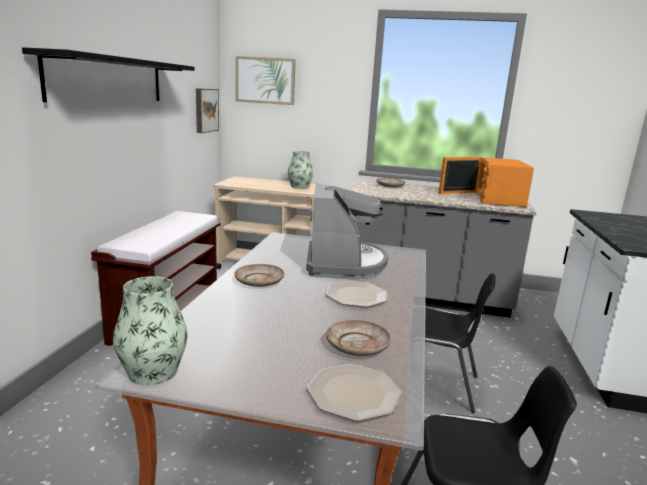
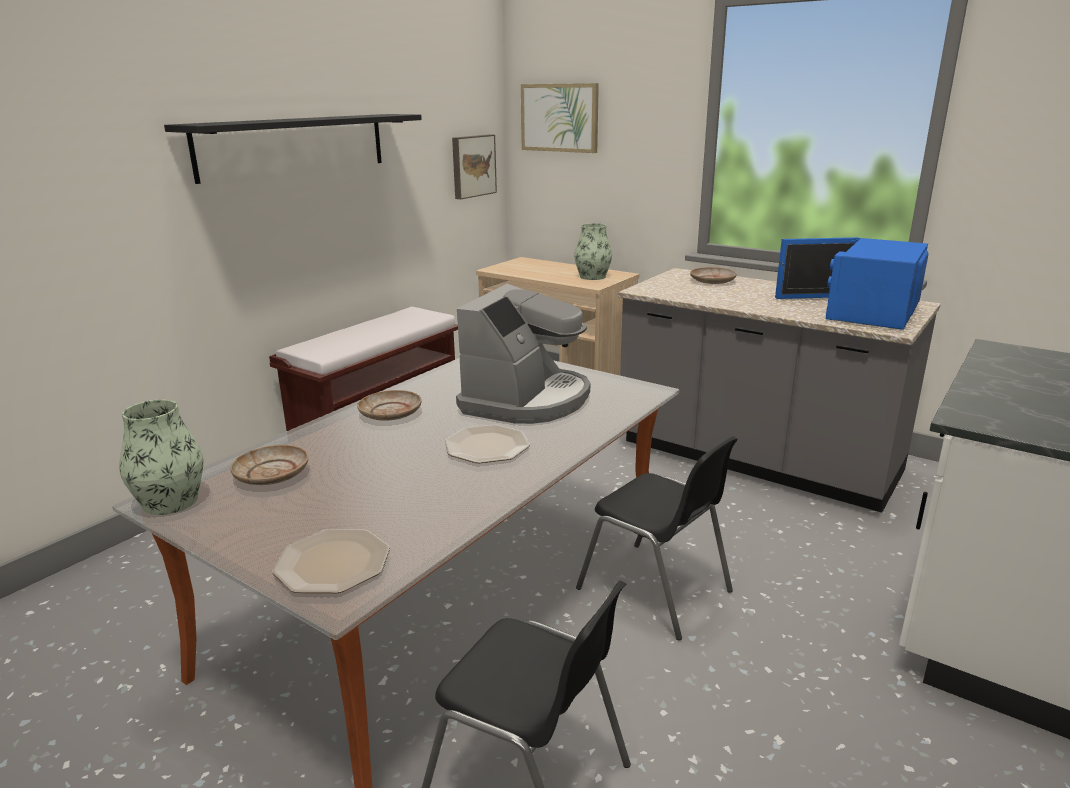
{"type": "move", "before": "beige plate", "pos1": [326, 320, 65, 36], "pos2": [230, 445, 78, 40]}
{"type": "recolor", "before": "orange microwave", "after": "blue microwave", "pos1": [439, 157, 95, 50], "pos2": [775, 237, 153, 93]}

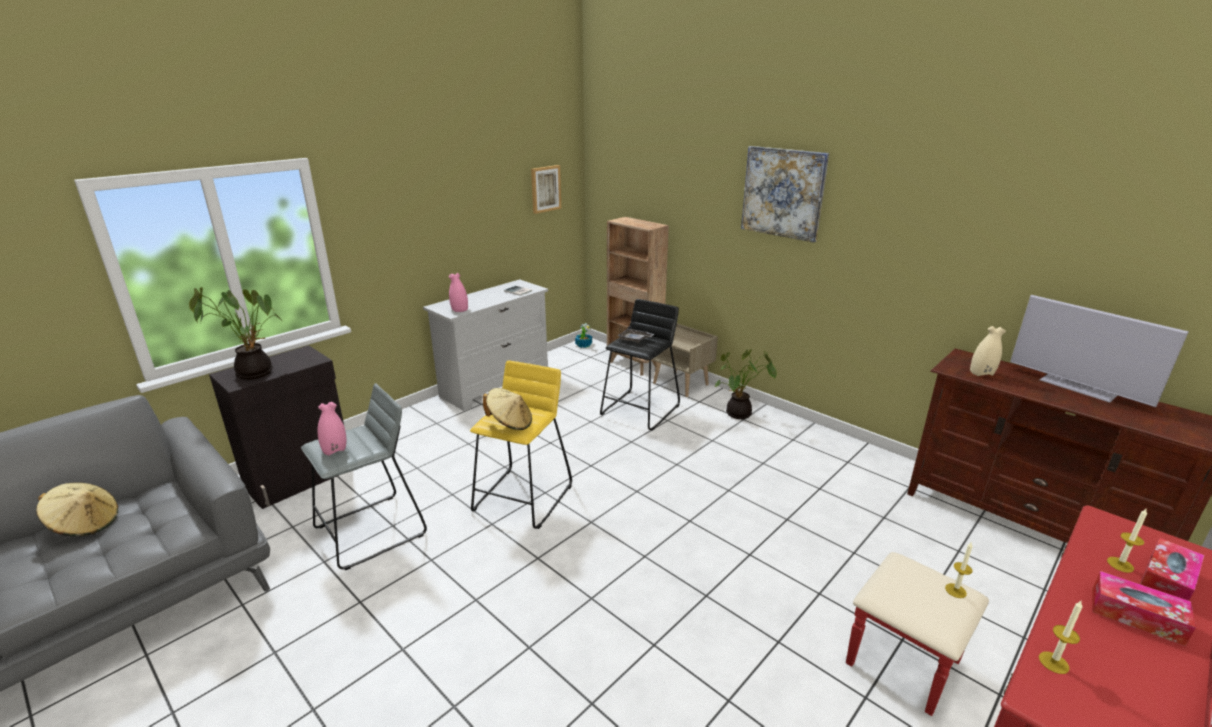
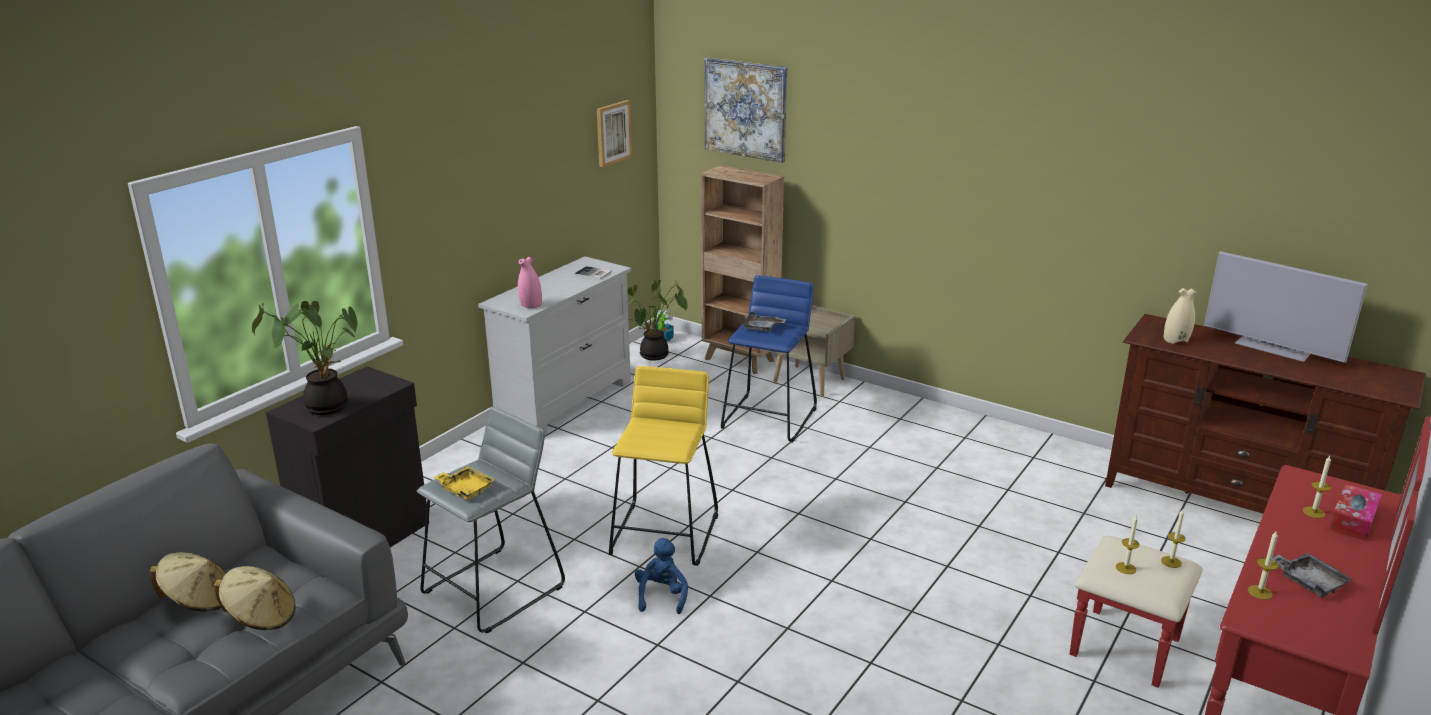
{"type": "delete", "before": "tissue box", "pos1": [1092, 571, 104, 75]}
{"type": "insert", "after": "blue plush toy", "pos2": [635, 538, 53, 76]}
{"type": "insert", "after": "candle", "pos2": [1116, 514, 24, 60]}
{"type": "insert", "after": "grey tray", "pos2": [1272, 553, 81, 45]}
{"type": "move", "before": "beige hat", "pos1": [483, 388, 49, 42], "pos2": [214, 566, 82, 64]}
{"type": "move", "before": "potted plant", "pos1": [714, 349, 63, 70], "pos2": [627, 280, 61, 81]}
{"type": "move", "before": "picture", "pos1": [741, 146, 88, 97], "pos2": [704, 57, 84, 106]}
{"type": "replace", "before": "pink vase", "after": "yellow tray", "pos1": [317, 402, 29, 53], "pos2": [434, 466, 61, 34]}
{"type": "recolor", "before": "black stool", "after": "blue stool", "pos1": [600, 299, 80, 132], "pos2": [721, 275, 96, 167]}

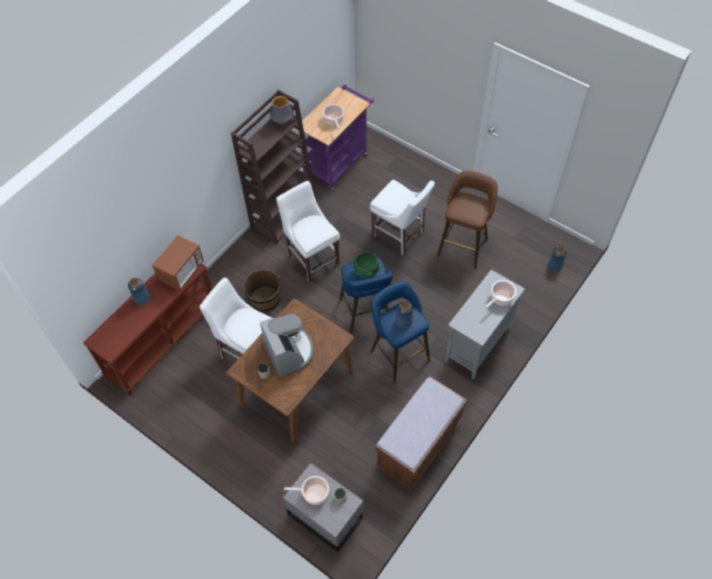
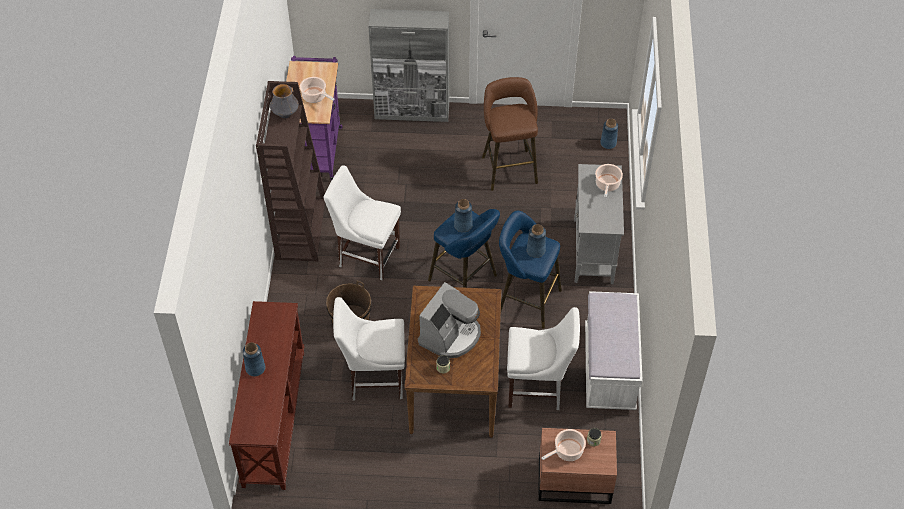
{"type": "delete", "before": "microwave", "pos1": [152, 235, 52, 56]}
{"type": "insert", "after": "grey cabinet", "pos2": [368, 9, 81, 113]}
{"type": "move", "before": "white chair", "pos1": [370, 180, 65, 75], "pos2": [507, 307, 73, 103]}
{"type": "replace", "before": "green bowl", "after": "blue vase", "pos1": [352, 253, 28, 26], "pos2": [454, 199, 19, 33]}
{"type": "recolor", "before": "grey nightstand", "after": "brown nightstand", "pos1": [283, 463, 81, 89], "pos2": [538, 428, 79, 76]}
{"type": "recolor", "before": "brown bench", "after": "white bench", "pos1": [375, 376, 92, 114], "pos2": [585, 291, 58, 119]}
{"type": "rotate", "before": "coffee machine", "pos1": [260, 314, 53, 63], "pos2": [418, 282, 63, 76], "turn": 90}

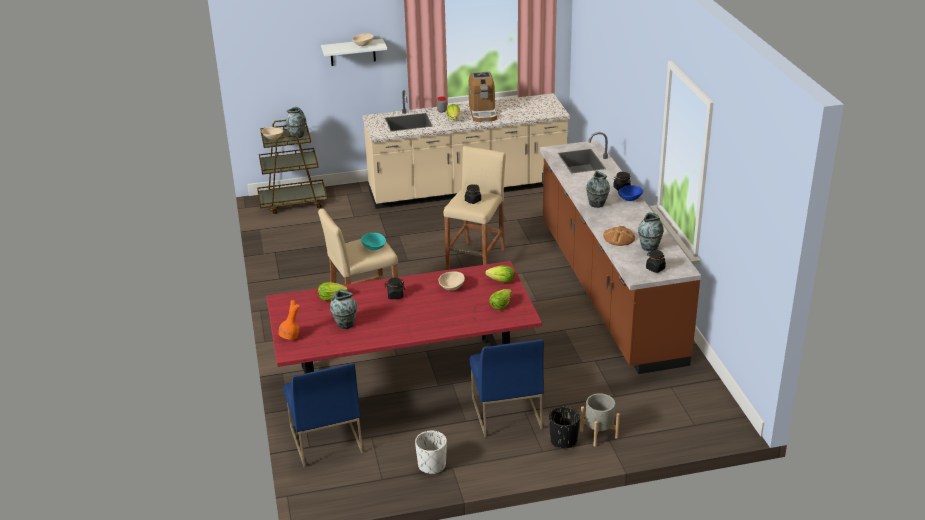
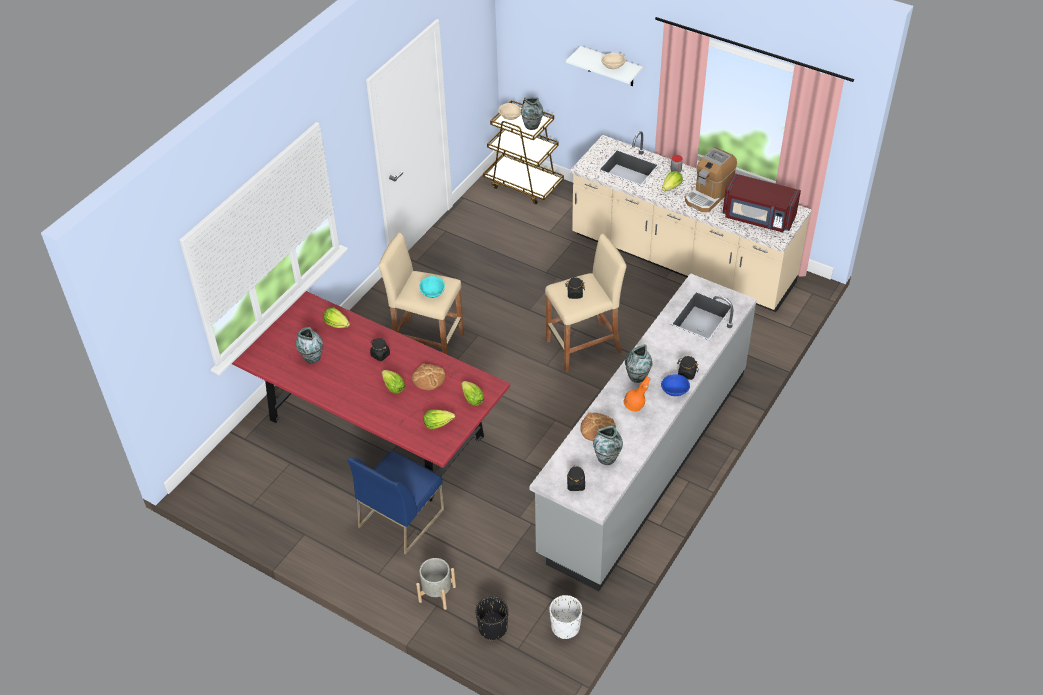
{"type": "delete", "before": "blue chair", "pos1": [283, 363, 80, 105]}
{"type": "insert", "after": "lettuce", "pos2": [382, 370, 23, 24]}
{"type": "insert", "after": "red microwave", "pos2": [722, 173, 79, 59]}
{"type": "move", "before": "orange vase", "pos1": [278, 300, 22, 40], "pos2": [624, 376, 26, 36]}
{"type": "move", "before": "white planter", "pos1": [415, 431, 32, 43], "pos2": [549, 595, 33, 44]}
{"type": "move", "before": "black planter", "pos1": [549, 406, 31, 42], "pos2": [475, 596, 33, 45]}
{"type": "replace", "before": "beige bowl", "after": "bread", "pos1": [439, 272, 26, 18], "pos2": [412, 363, 34, 27]}
{"type": "recolor", "before": "brown counter", "after": "grey counter", "pos1": [540, 132, 161, 242], "pos2": [529, 273, 228, 318]}

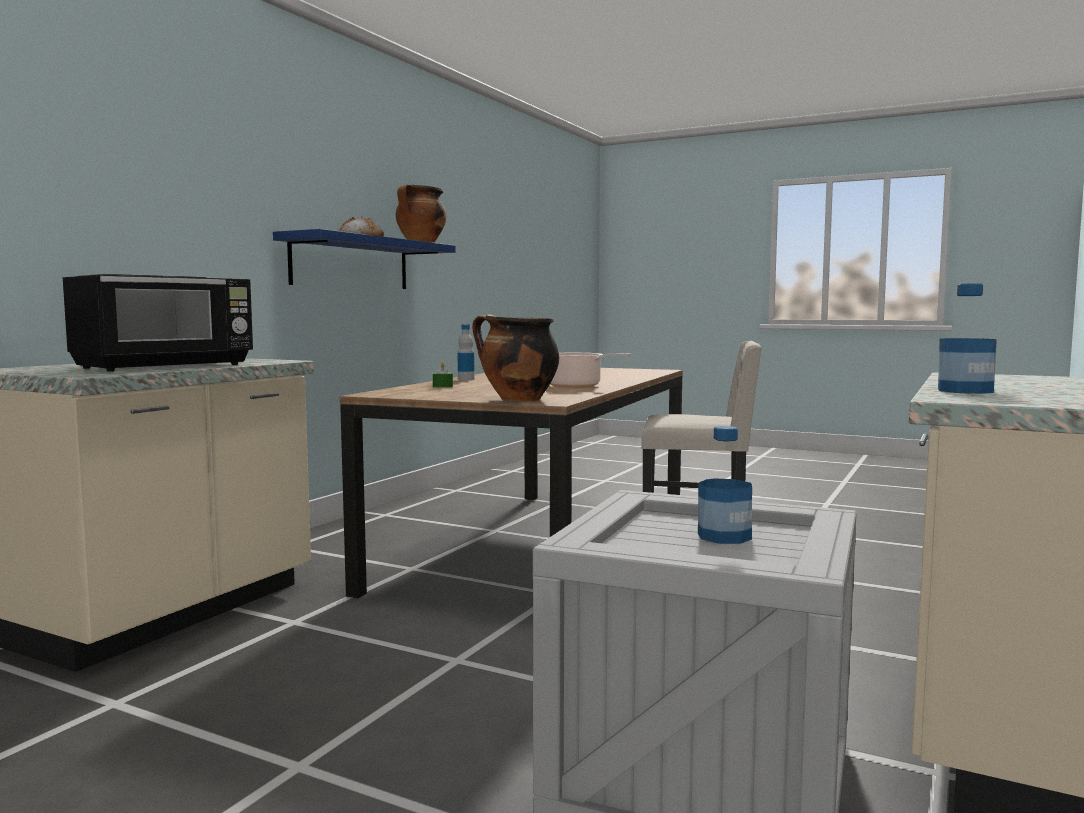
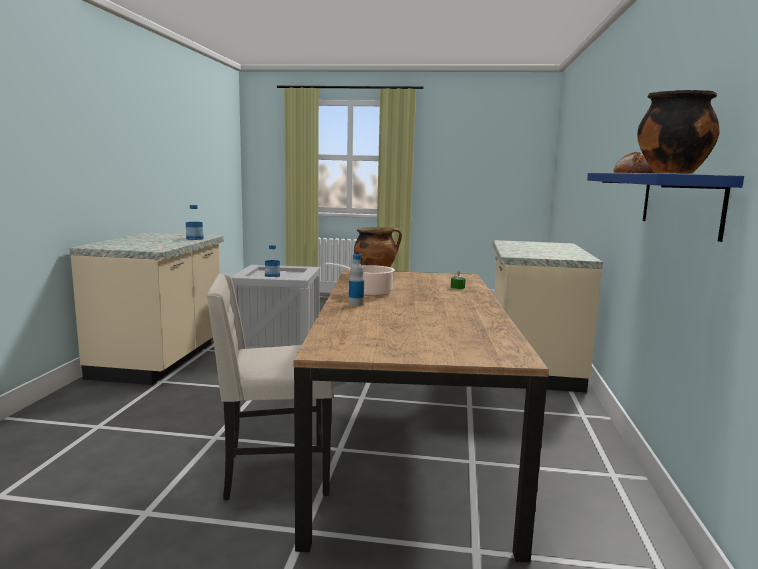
{"type": "delete", "before": "black microwave", "pos1": [63, 274, 190, 98]}
{"type": "move", "before": "bottle", "pos1": [458, 324, 17, 56], "pos2": [349, 254, 15, 52]}

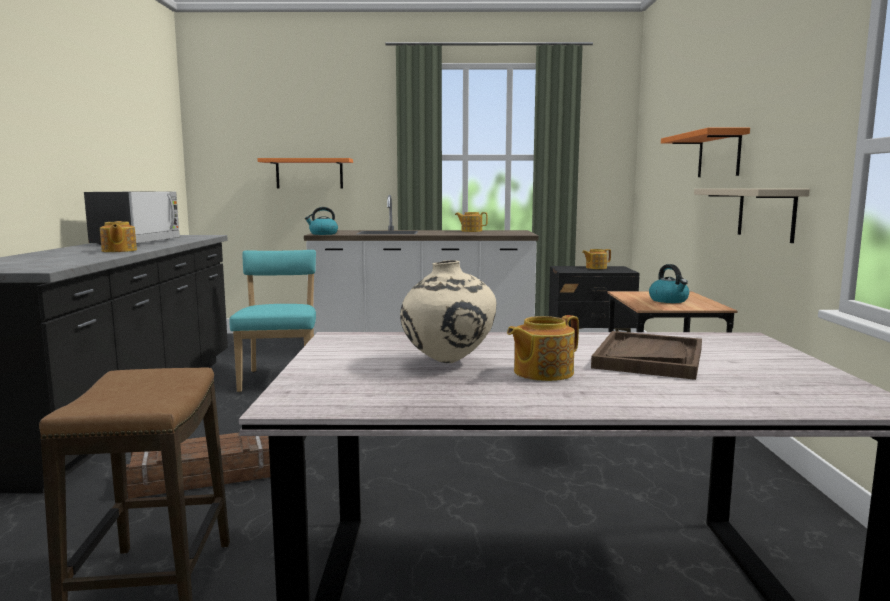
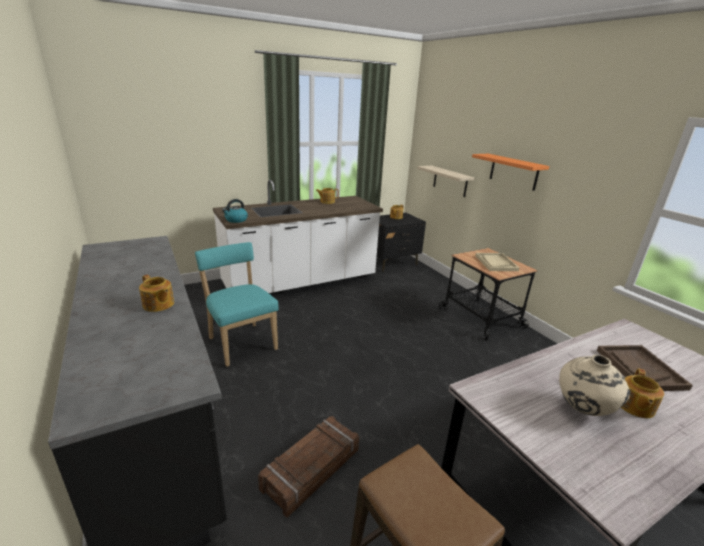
{"type": "delete", "before": "microwave", "pos1": [84, 192, 96, 53]}
{"type": "delete", "before": "orange shelf", "pos1": [257, 158, 96, 31]}
{"type": "move", "before": "beige shelf", "pos1": [694, 189, 116, 54], "pos2": [417, 166, 57, 31]}
{"type": "replace", "before": "kettle", "after": "beige tray", "pos1": [649, 264, 40, 39], "pos2": [475, 253, 44, 18]}

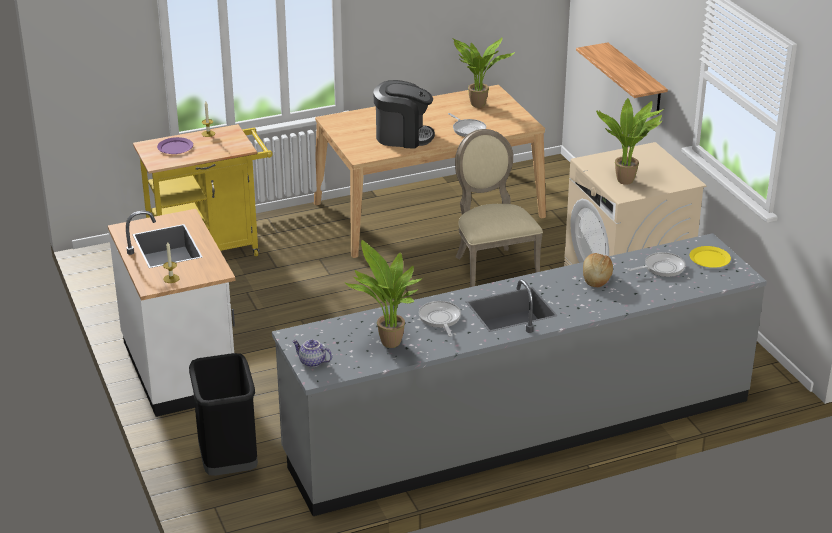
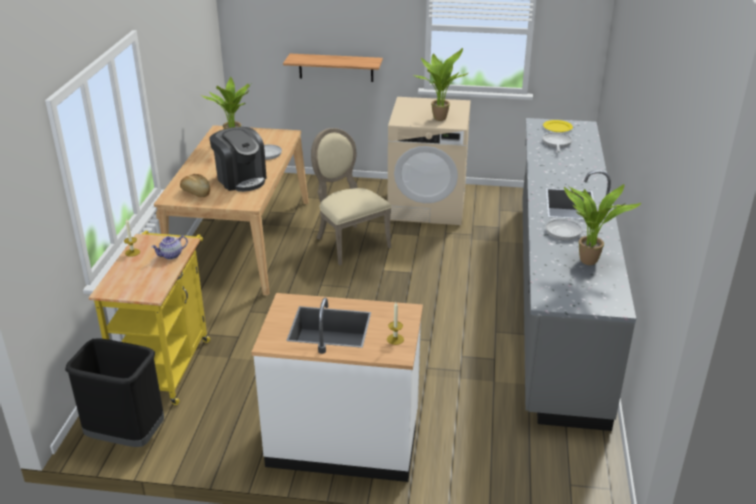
{"type": "delete", "before": "purple plate", "pos1": [157, 137, 36, 17]}
{"type": "move", "before": "black trash can", "pos1": [189, 353, 69, 123], "pos2": [65, 338, 99, 109]}
{"type": "move", "before": "teapot", "pos1": [292, 339, 40, 28], "pos2": [151, 236, 37, 23]}
{"type": "move", "before": "bread", "pos1": [583, 253, 30, 34], "pos2": [180, 174, 30, 23]}
{"type": "rotate", "before": "coffee machine", "pos1": [374, 80, 61, 69], "pos2": [209, 127, 58, 65], "turn": 105}
{"type": "rotate", "before": "beige chair", "pos1": [455, 129, 88, 158], "pos2": [311, 128, 80, 138], "turn": 45}

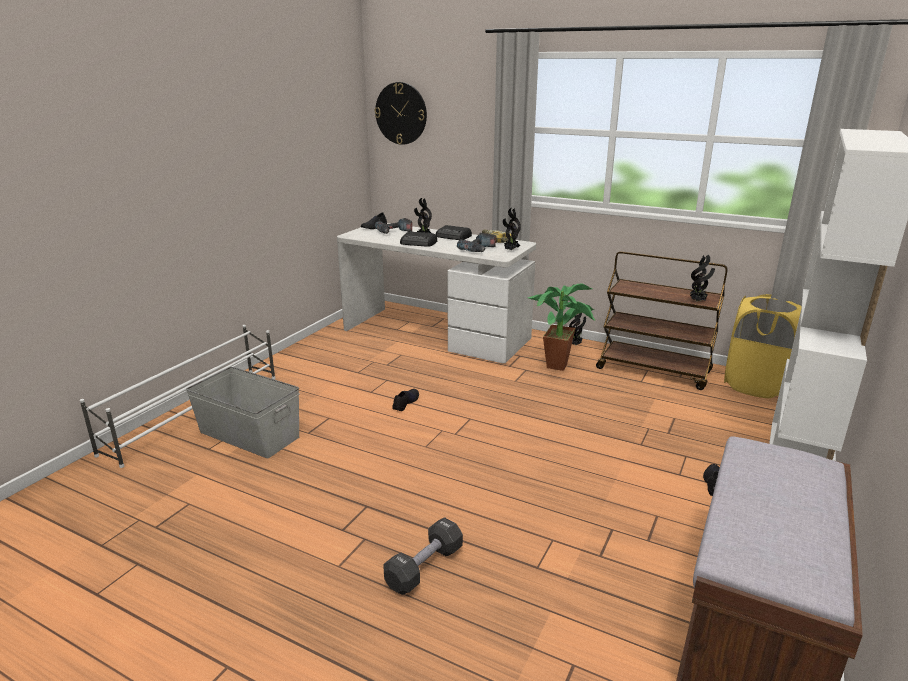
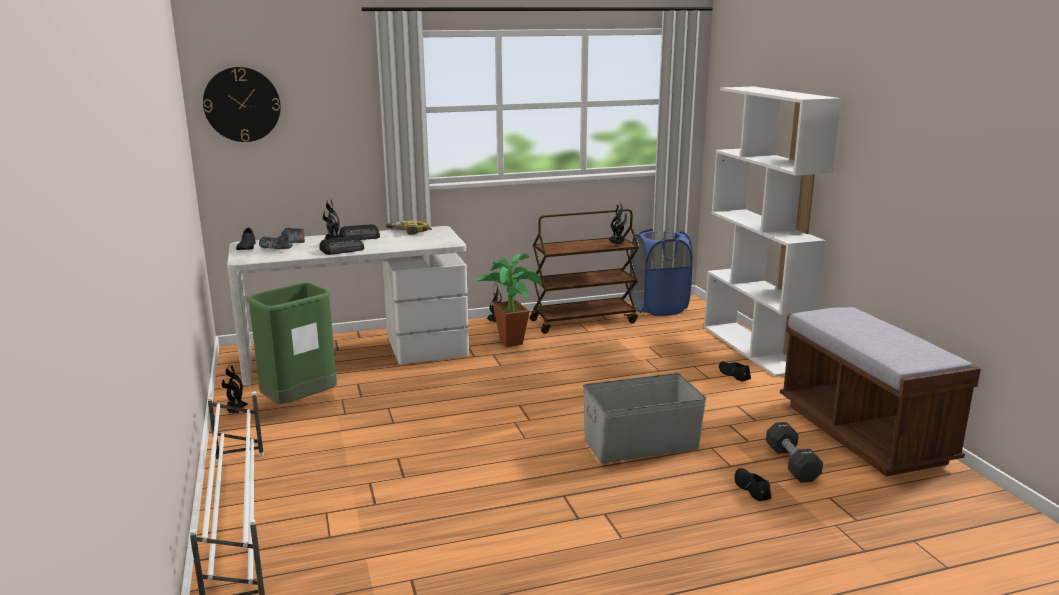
{"type": "delete", "before": "power drill", "pos1": [457, 233, 39, 19]}
{"type": "insert", "after": "green trash can", "pos2": [246, 283, 91, 121]}
{"type": "move", "before": "grey storage box", "pos1": [186, 367, 114, 91], "pos2": [583, 373, 124, 90]}
{"type": "move", "before": "black dumbbell", "pos1": [383, 517, 80, 78], "pos2": [766, 422, 57, 60]}
{"type": "move", "before": "black shoe", "pos1": [393, 389, 26, 22], "pos2": [734, 468, 37, 33]}
{"type": "move", "before": "potted plant", "pos1": [503, 208, 18, 43], "pos2": [222, 366, 25, 48]}
{"type": "recolor", "before": "yellow laundry basket", "after": "blue laundry basket", "pos1": [724, 294, 78, 104], "pos2": [630, 229, 63, 87]}

